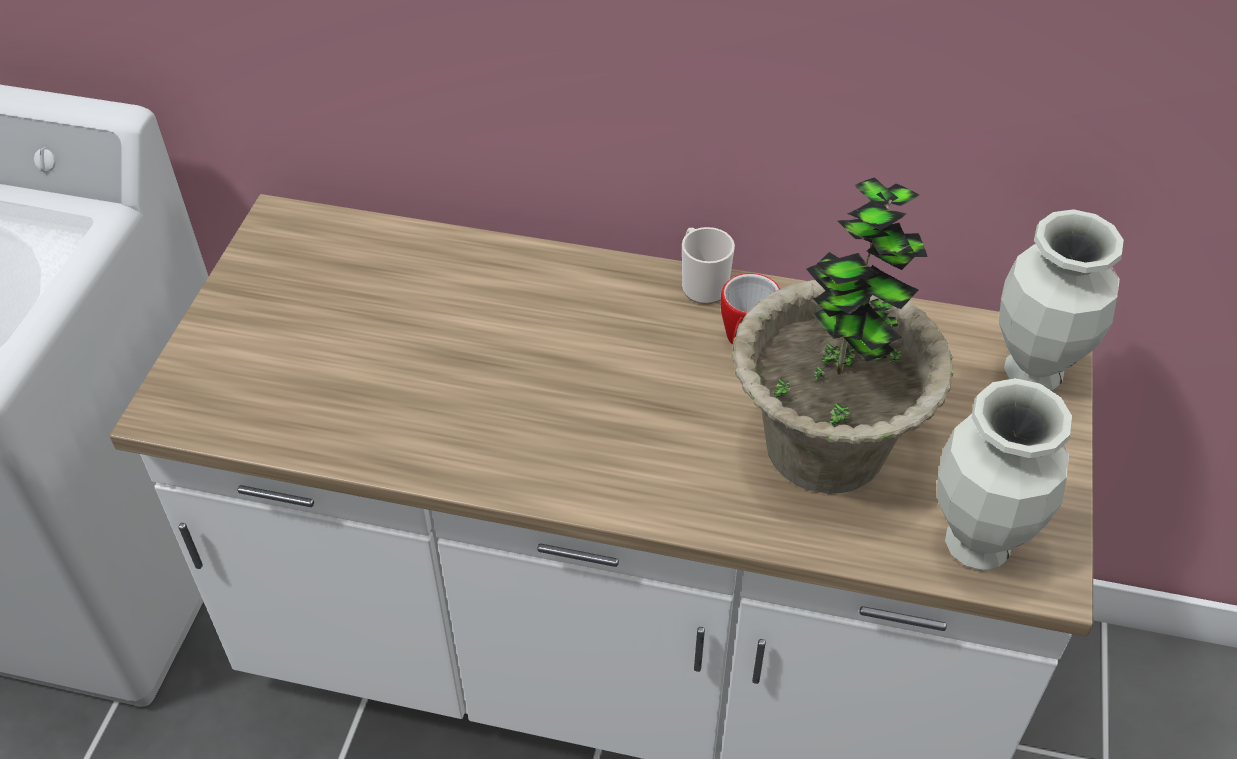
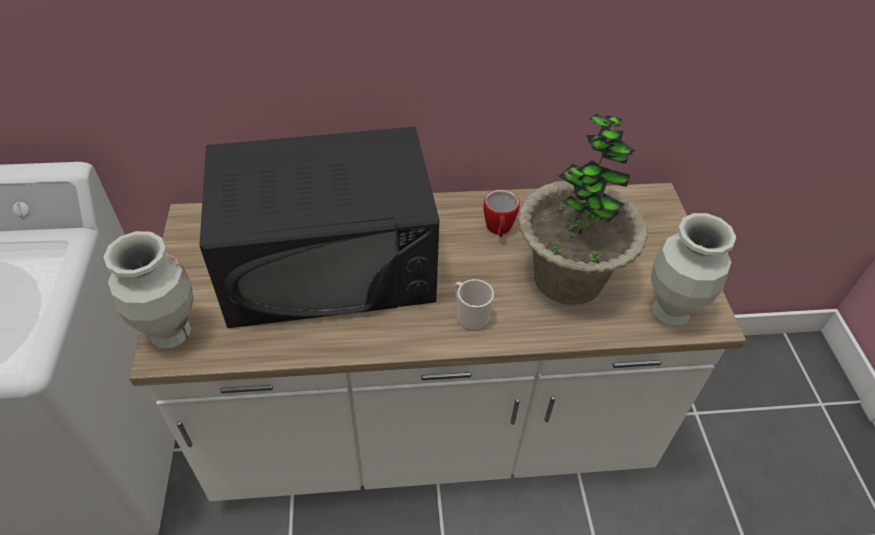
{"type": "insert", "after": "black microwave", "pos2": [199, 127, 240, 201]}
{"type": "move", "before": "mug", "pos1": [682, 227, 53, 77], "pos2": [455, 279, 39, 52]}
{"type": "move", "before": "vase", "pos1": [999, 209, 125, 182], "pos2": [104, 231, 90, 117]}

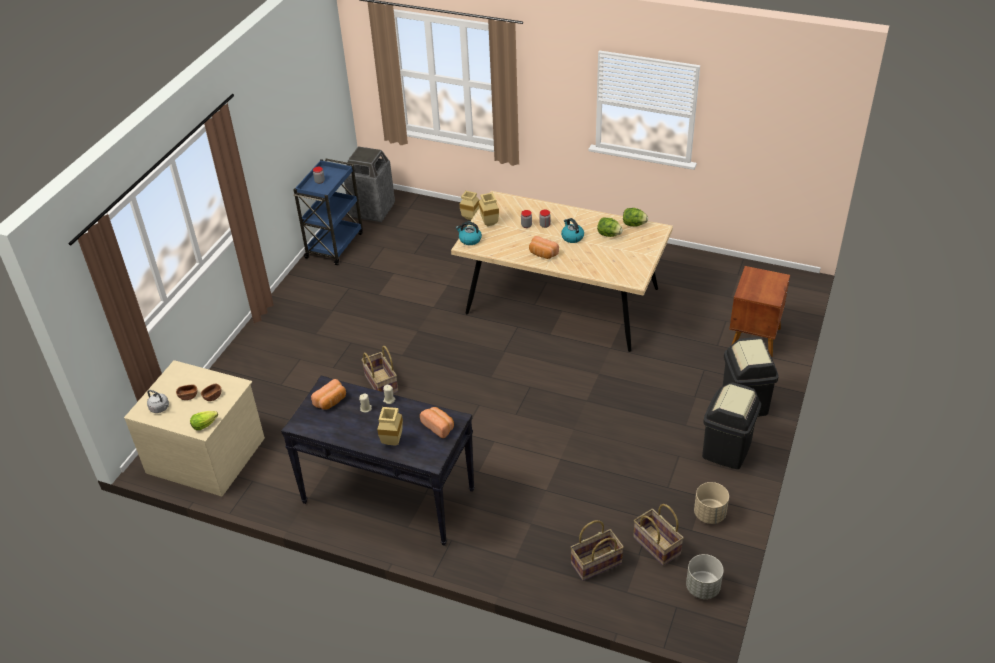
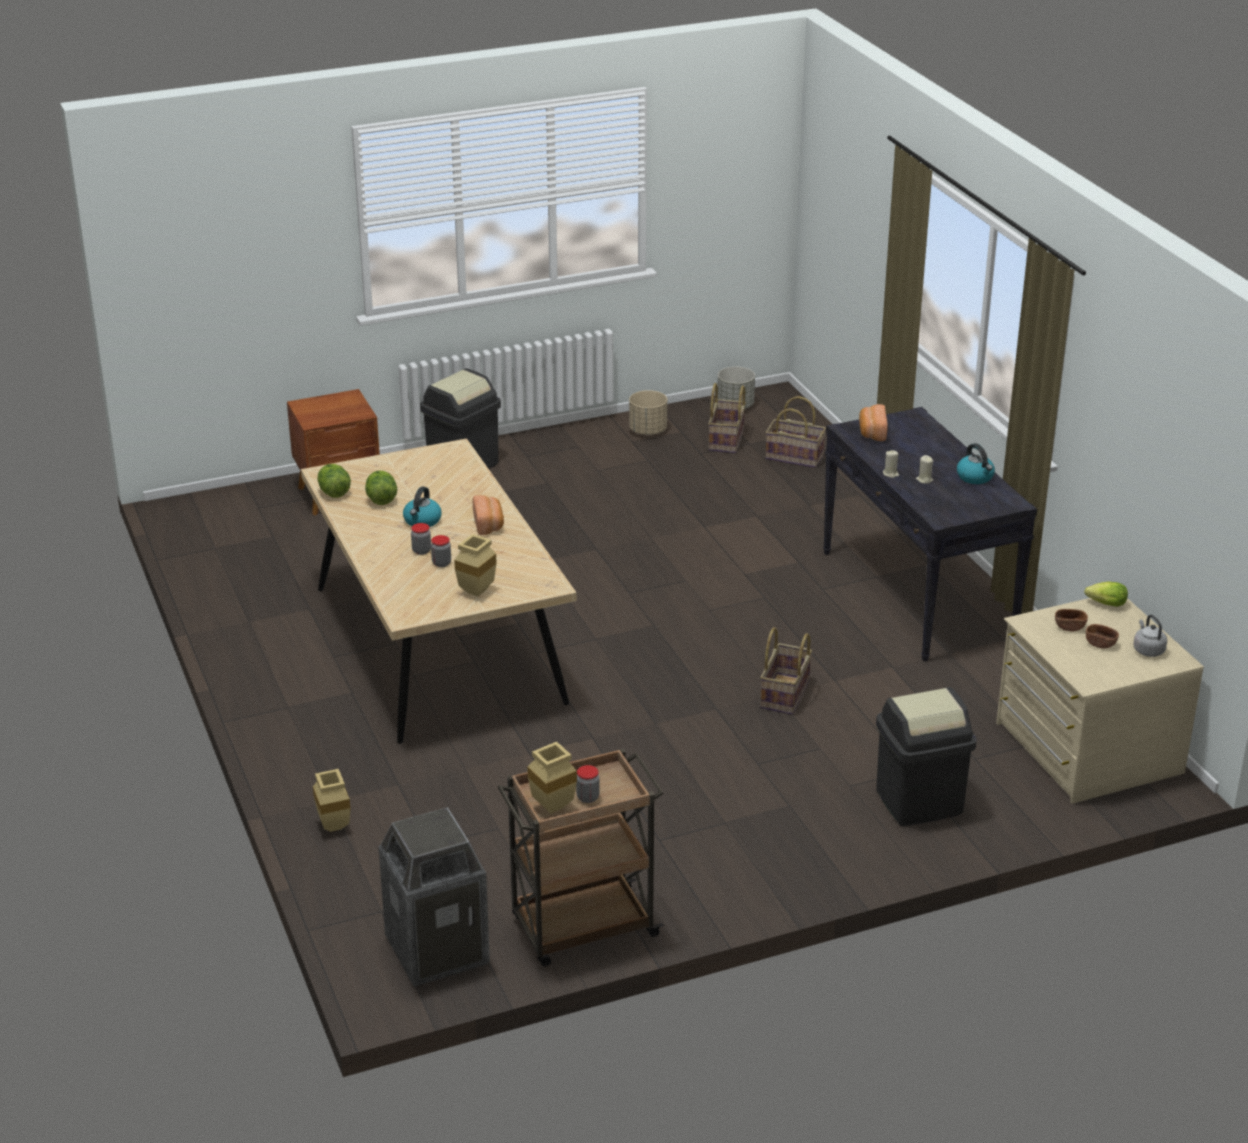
{"type": "delete", "before": "bread", "pos1": [311, 379, 35, 31]}
{"type": "move", "before": "beige vase", "pos1": [377, 407, 26, 39], "pos2": [527, 742, 50, 71]}
{"type": "move", "before": "kettle", "pos1": [456, 222, 26, 23], "pos2": [957, 443, 38, 41]}
{"type": "move", "before": "black trash can", "pos1": [702, 382, 59, 87], "pos2": [876, 687, 101, 139]}
{"type": "recolor", "before": "blue cart", "after": "brown cart", "pos1": [293, 159, 70, 106], "pos2": [497, 749, 167, 217]}

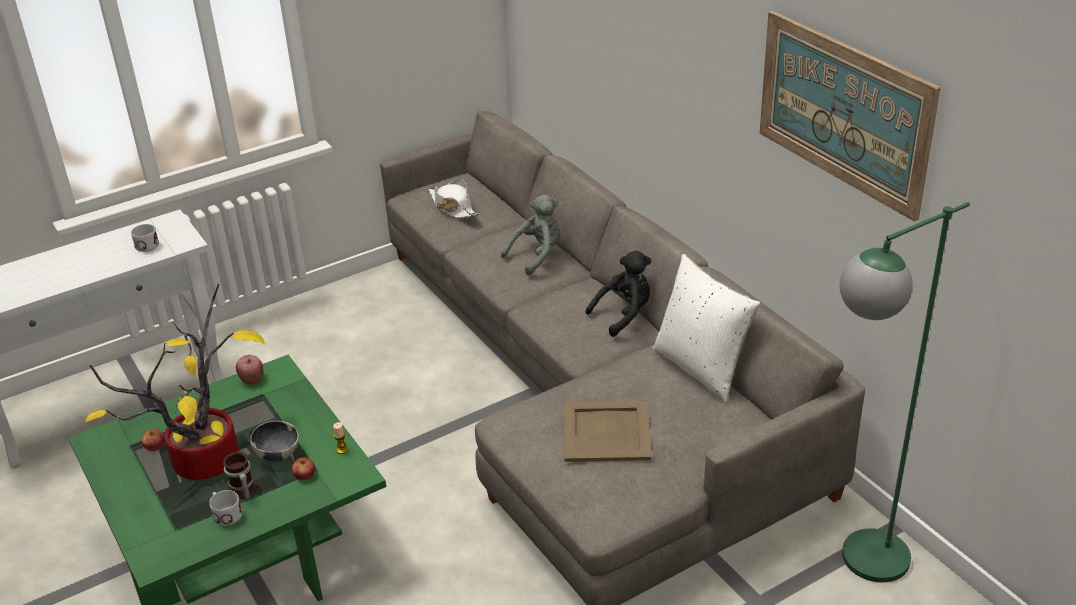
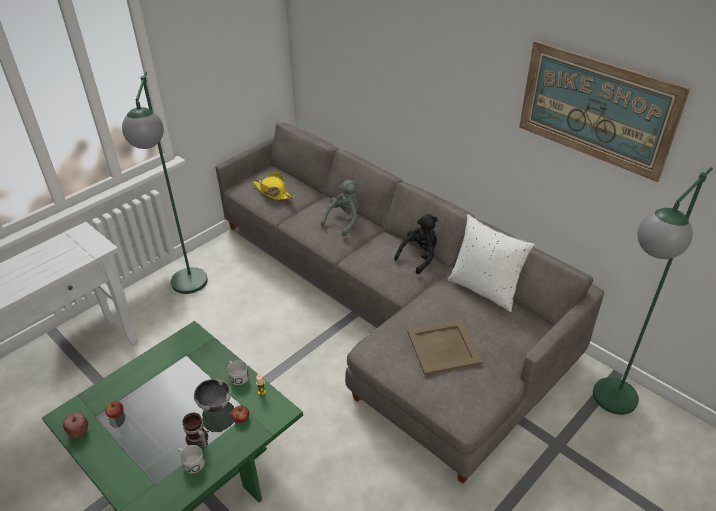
{"type": "delete", "before": "potted plant", "pos1": [84, 284, 181, 196]}
{"type": "insert", "after": "green floor lamp", "pos2": [122, 71, 86, 223]}
{"type": "move", "before": "white mug", "pos1": [131, 224, 28, 28], "pos2": [227, 360, 22, 25]}
{"type": "move", "before": "apple", "pos1": [236, 355, 27, 30], "pos2": [63, 412, 25, 26]}
{"type": "recolor", "before": "white hat", "after": "yellow hat", "pos1": [429, 178, 50, 40], "pos2": [253, 172, 42, 28]}

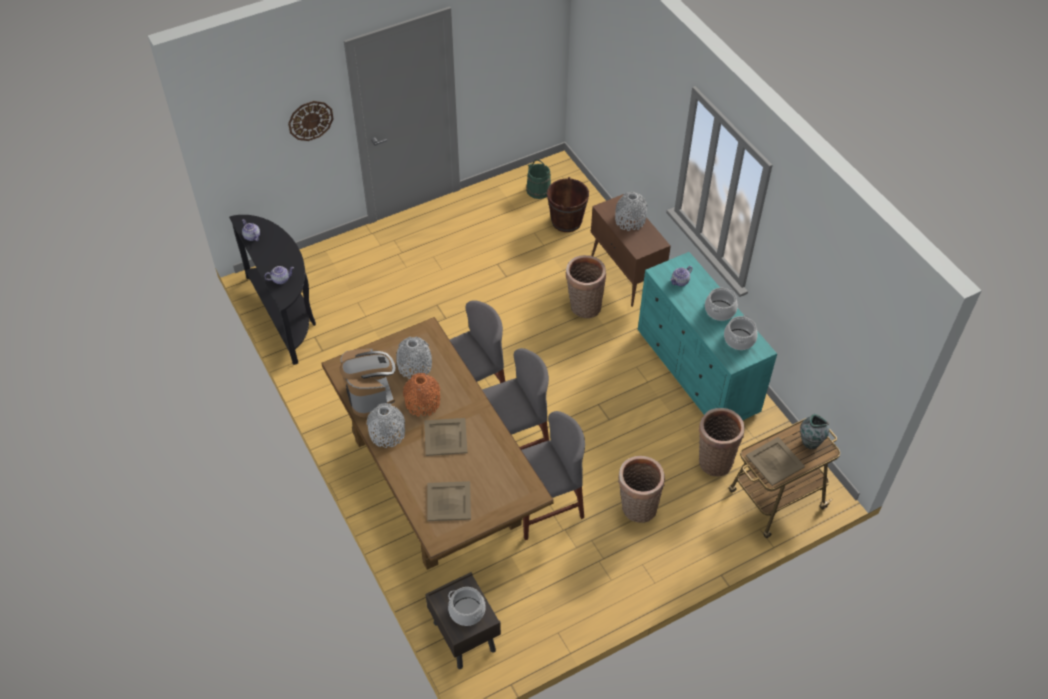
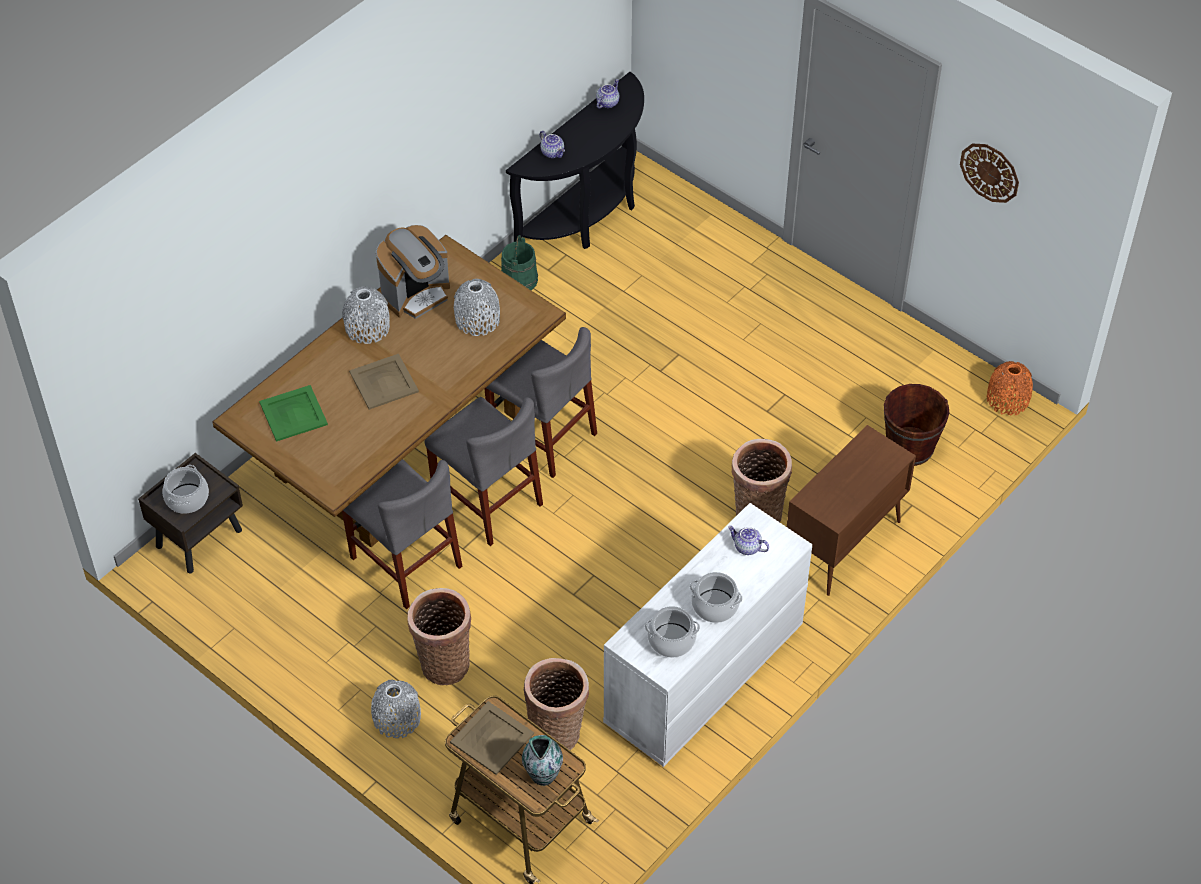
{"type": "move", "before": "wall clock", "pos1": [288, 101, 46, 40], "pos2": [960, 144, 59, 59]}
{"type": "move", "before": "orange vase", "pos1": [403, 373, 37, 44], "pos2": [987, 361, 46, 54]}
{"type": "move", "before": "green bucket", "pos1": [526, 160, 25, 39], "pos2": [501, 235, 37, 55]}
{"type": "move", "before": "grey vase", "pos1": [615, 192, 32, 39], "pos2": [371, 680, 50, 58]}
{"type": "recolor", "before": "beige tray", "after": "green tray", "pos1": [427, 481, 44, 40], "pos2": [259, 385, 69, 57]}
{"type": "recolor", "before": "turquoise dresser", "after": "white dresser", "pos1": [638, 252, 139, 168], "pos2": [603, 503, 209, 264]}

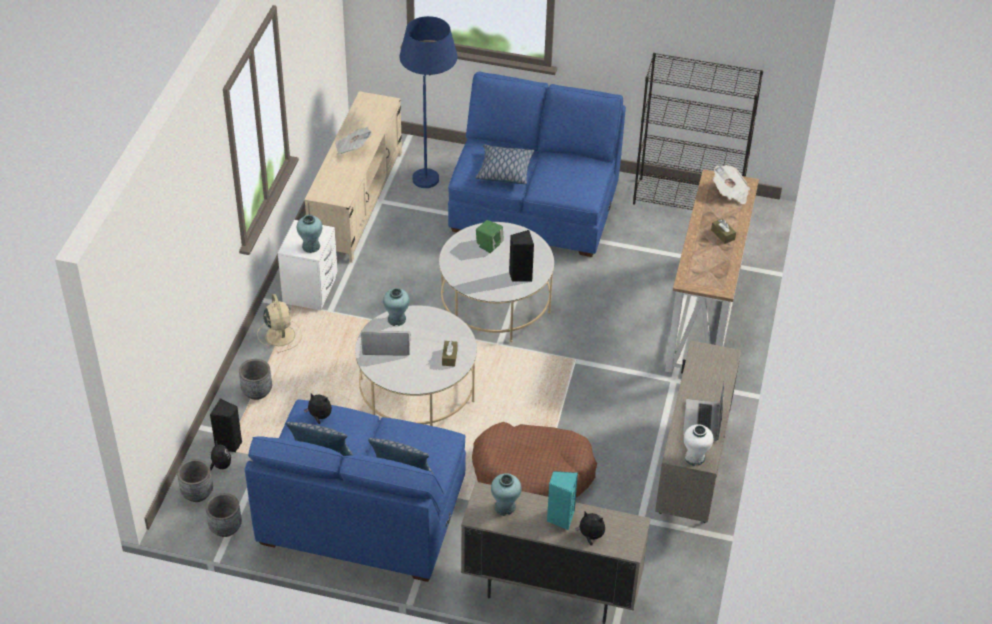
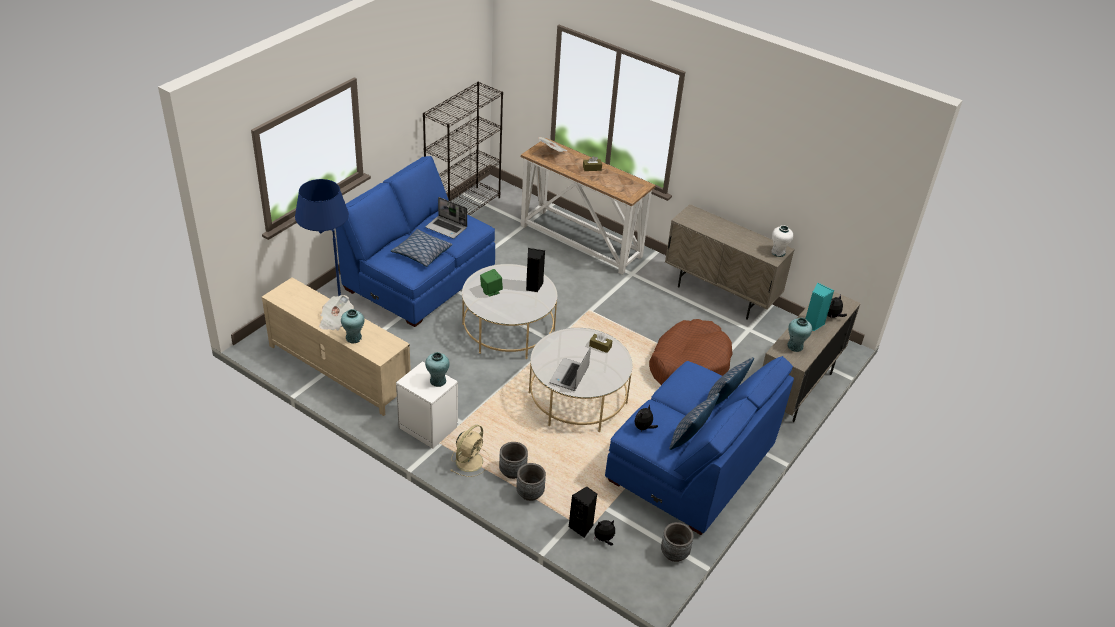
{"type": "move", "before": "grey planter", "pos1": [177, 459, 36, 43], "pos2": [499, 442, 29, 37]}
{"type": "move", "before": "turquoise vase", "pos1": [383, 288, 27, 38], "pos2": [341, 309, 23, 35]}
{"type": "move", "before": "laptop", "pos1": [683, 382, 41, 59], "pos2": [425, 197, 42, 42]}
{"type": "rotate", "before": "beige fan", "pos1": [257, 294, 45, 59], "pos2": [450, 425, 40, 52], "turn": 120}

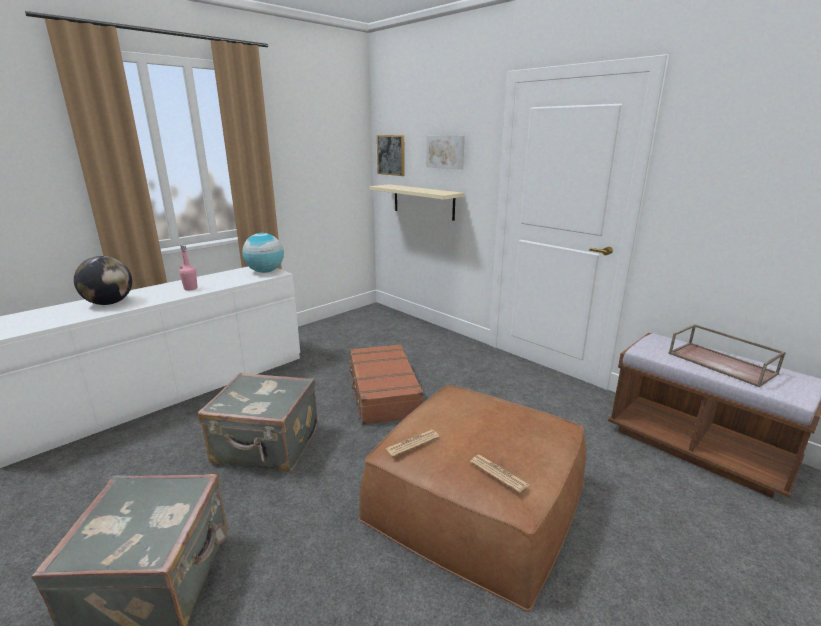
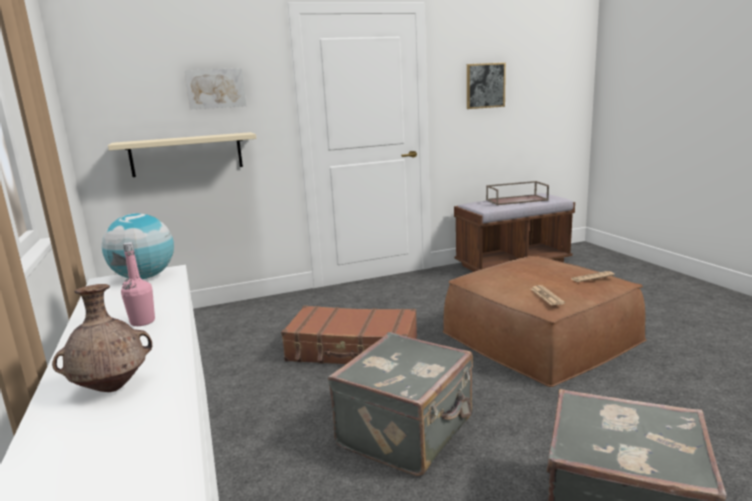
{"type": "move", "before": "picture", "pos1": [377, 135, 28, 41], "pos2": [467, 63, 39, 46]}
{"type": "replace", "before": "globe", "after": "brown vase", "pos1": [74, 256, 58, 49], "pos2": [52, 284, 100, 108]}

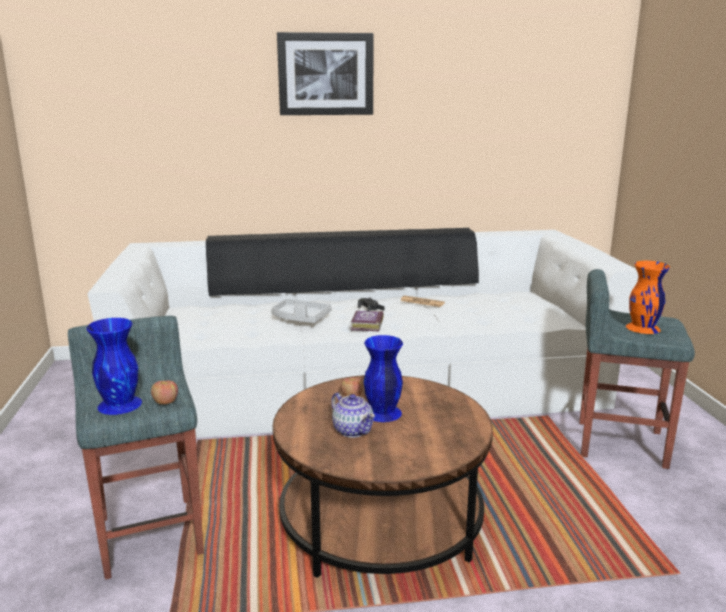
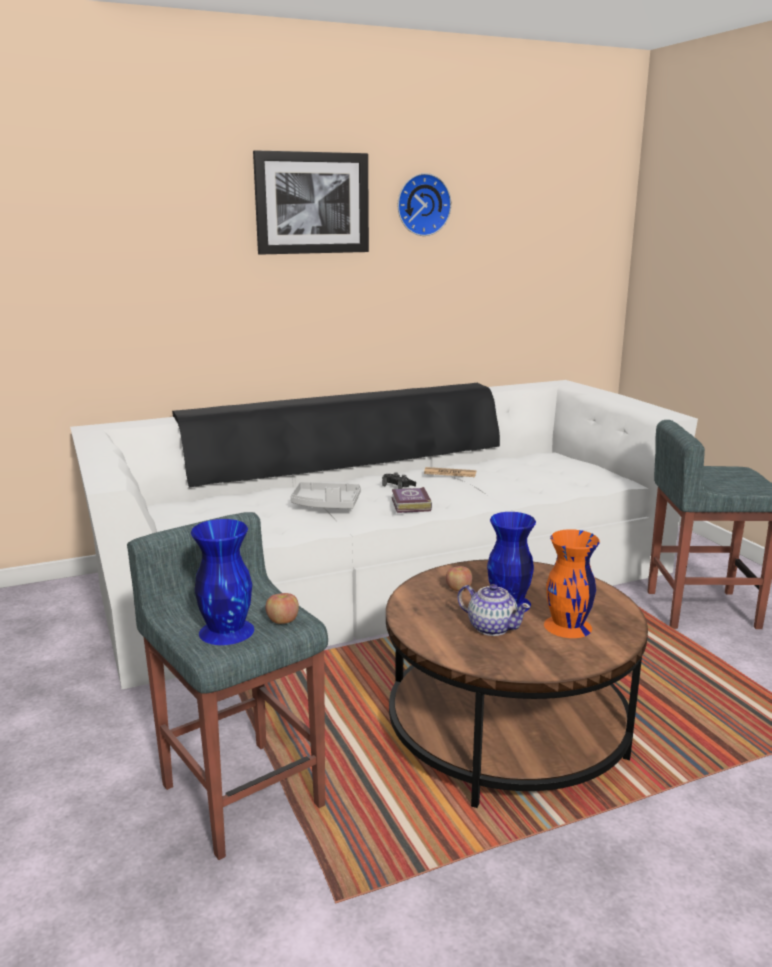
{"type": "insert", "after": "wall clock", "pos2": [398, 173, 54, 63]}
{"type": "move", "before": "orange vase", "pos1": [626, 261, 44, 73], "pos2": [544, 529, 56, 109]}

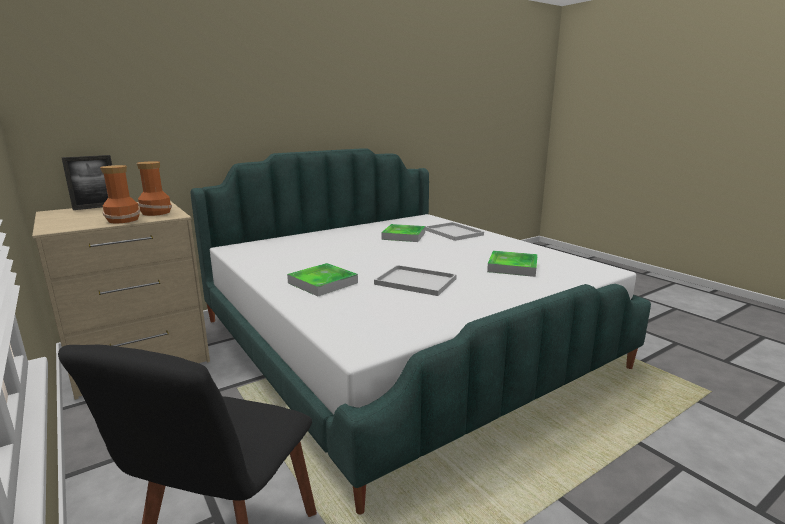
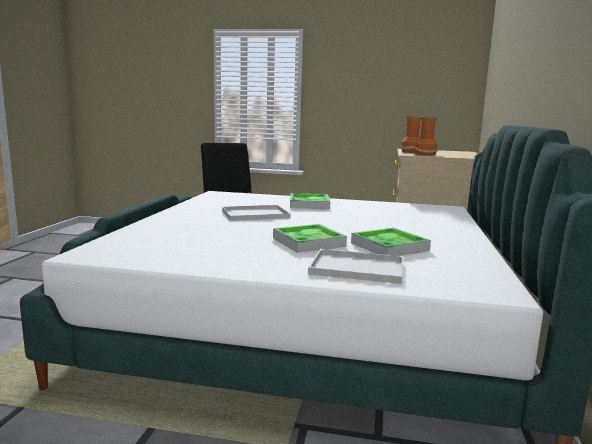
{"type": "delete", "before": "picture frame", "pos1": [61, 155, 51, 55]}
{"type": "move", "before": "tray", "pos1": [487, 251, 51, 26], "pos2": [273, 224, 74, 29]}

